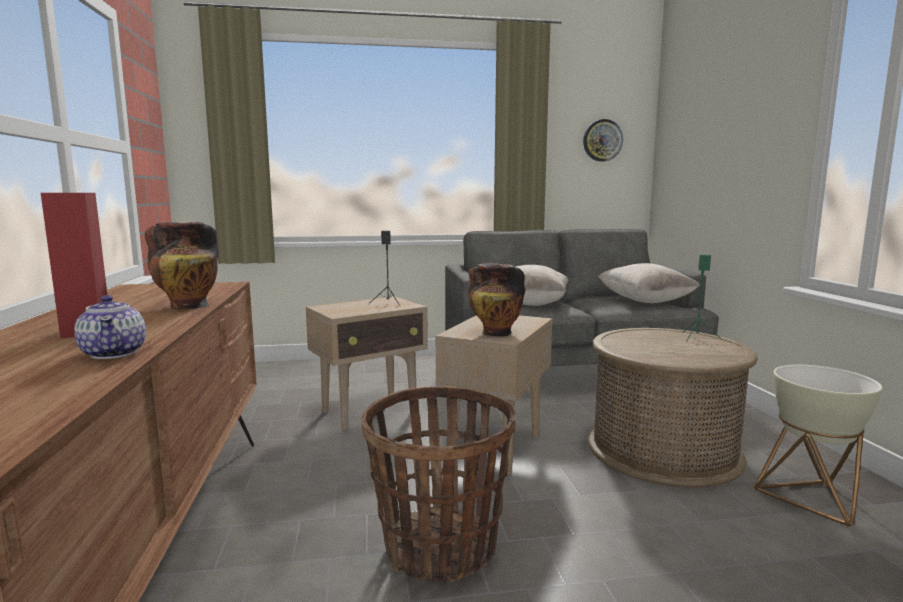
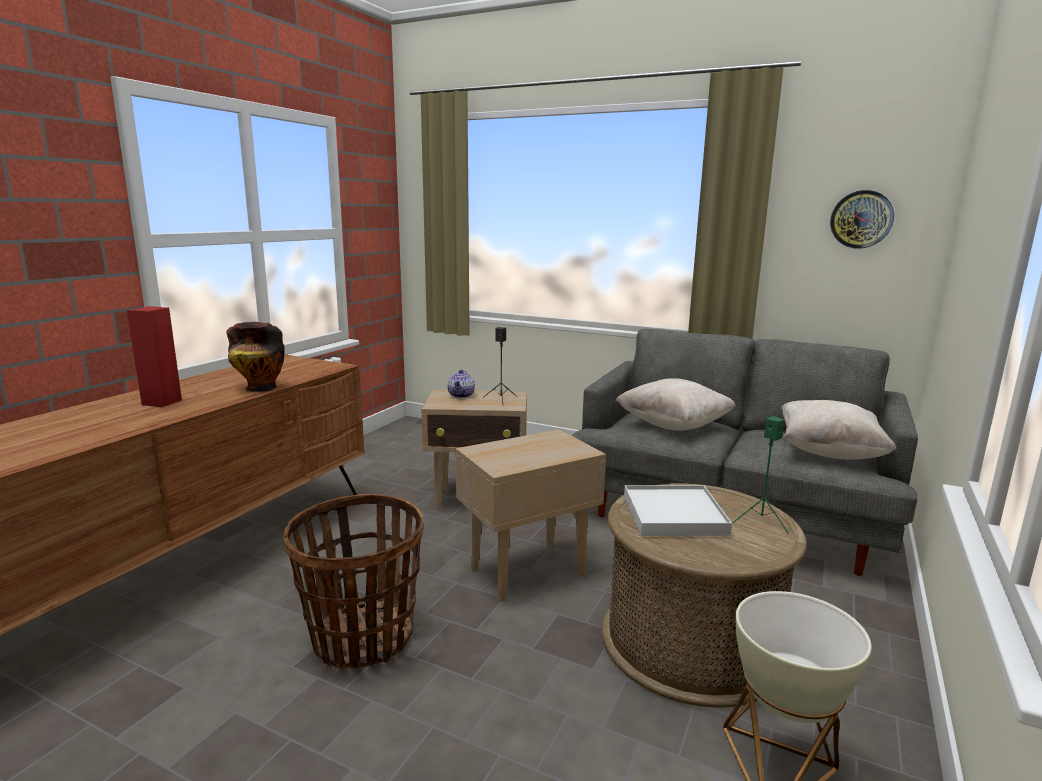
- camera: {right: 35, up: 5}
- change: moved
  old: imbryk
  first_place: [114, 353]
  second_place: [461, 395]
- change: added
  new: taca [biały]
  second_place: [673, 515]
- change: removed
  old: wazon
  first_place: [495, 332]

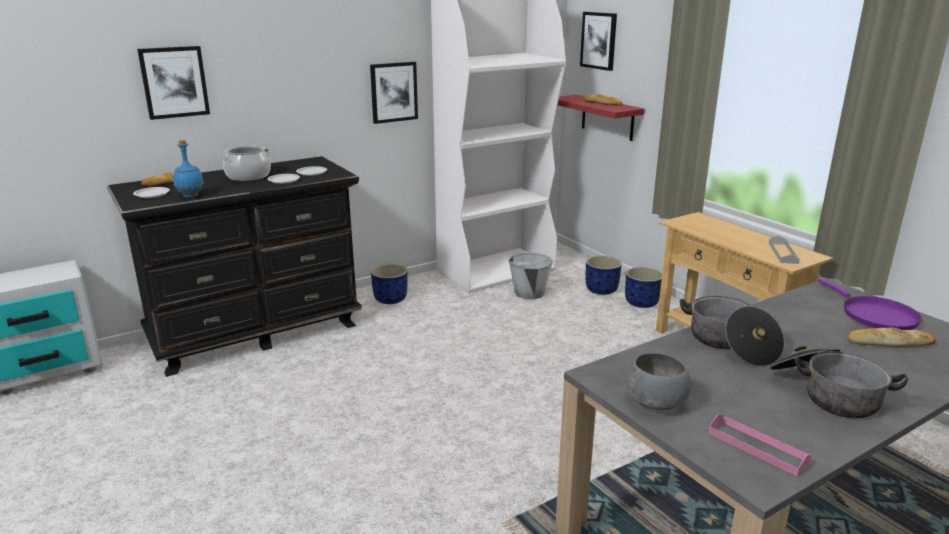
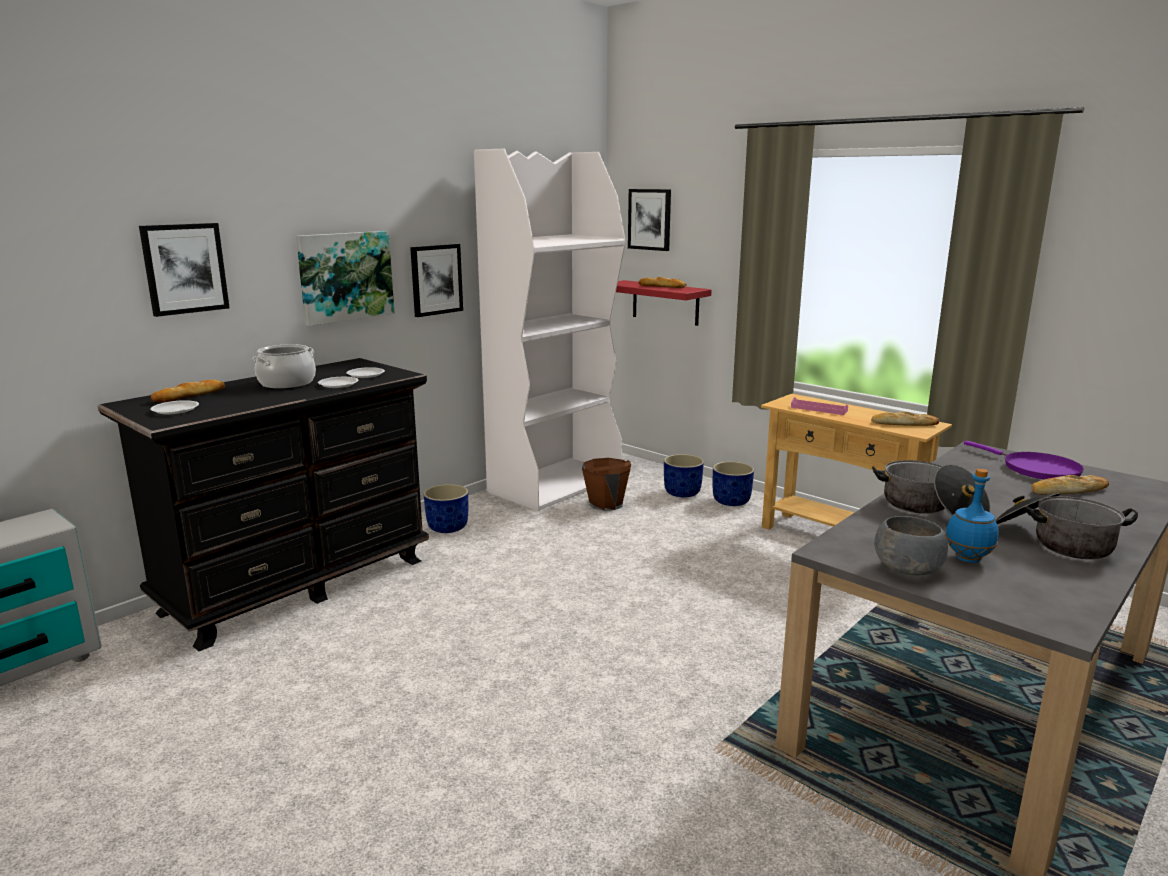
- camera: {right: -15, up: -5}
- change: added
  new: obraz
  second_place: [345, 276]
- change: recoloured
  old: wiadro [szary]
  new: wiadro [brązowy]
  first_place: [529, 293]
  second_place: [606, 504]
- change: moved
  old: taca [różowy]
  first_place: [757, 447]
  second_place: [819, 409]
- change: replaced
  old: taca [szary]
  new: chleb
  first_place: [783, 253]
  second_place: [904, 424]
- change: moved
  old: butelka [niebieski]
  first_place: [191, 196]
  second_place: [968, 559]

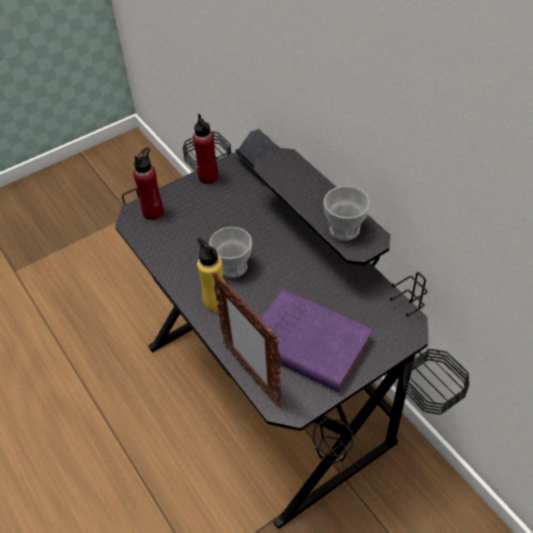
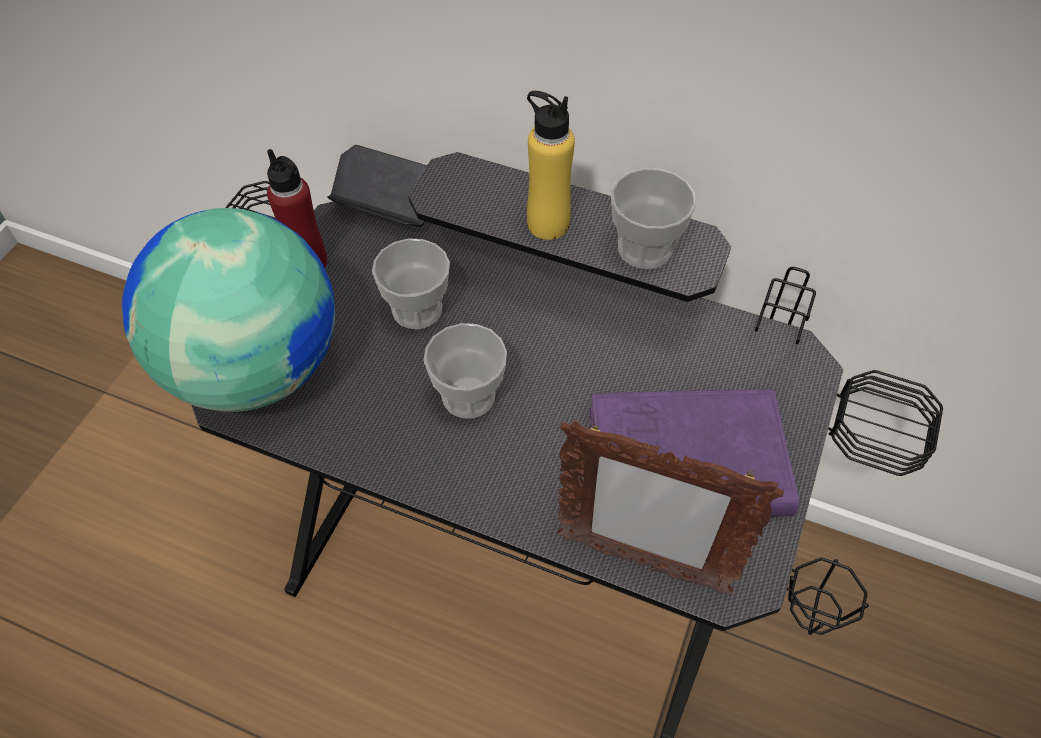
- camera: {right: -35, up: 5}
- change: replaced
  old: butelka [czerwony]
  new: globus
  first_place: [153, 212]
  second_place: [255, 367]
- change: added
  new: filiżanka
  second_place: [417, 309]
- change: moved
  old: butelka [żółty]
  first_place: [215, 302]
  second_place: [547, 224]

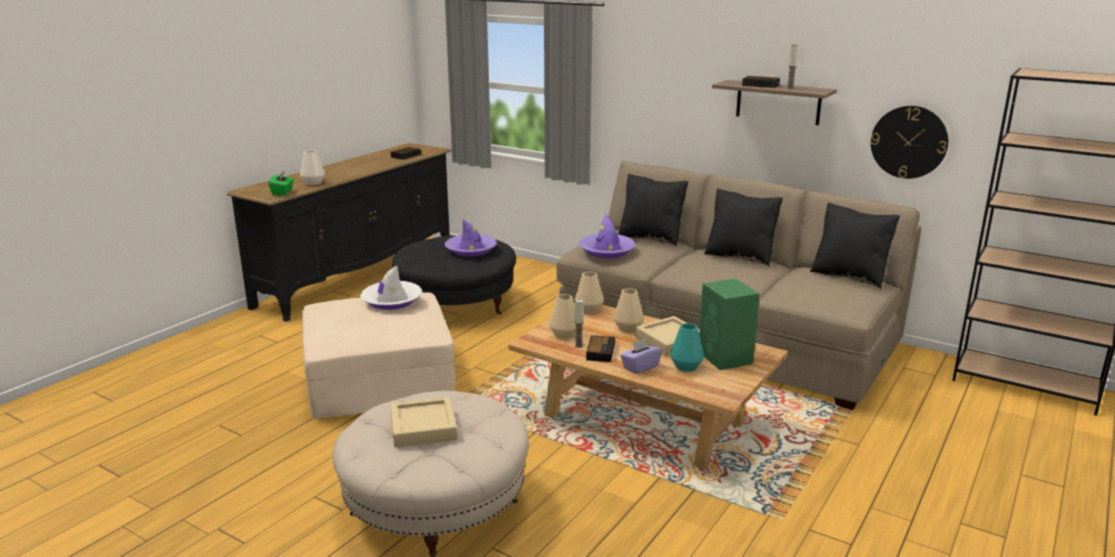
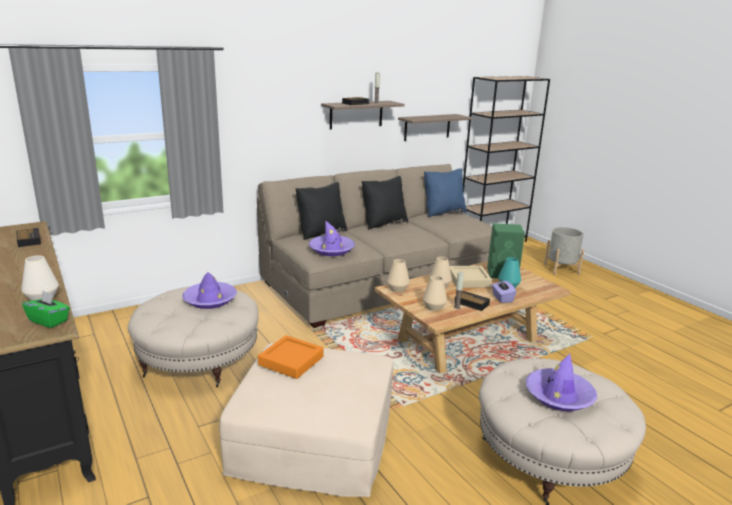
- camera: {right: -65, up: 0}
- change: recoloured
  old: pufa [czarny]
  new: pufa [beżowy]
  first_place: [456, 304]
  second_place: [198, 360]
- change: replaced
  old: kapelusz [biały]
  new: taca [pomarańczowy]
  first_place: [391, 301]
  second_place: [291, 361]
- change: replaced
  old: zegar ścienny
  new: półka
  first_place: [909, 142]
  second_place: [427, 127]
- change: recoloured
  old: poduszka [czarny]
  new: poduszka [niebieski]
  first_place: [849, 276]
  second_place: [443, 212]
- change: replaced
  old: taca [beżowy]
  new: kapelusz [fioletowy]
  first_place: [423, 427]
  second_place: [559, 396]
- change: added
  new: donica [szary]
  second_place: [561, 269]

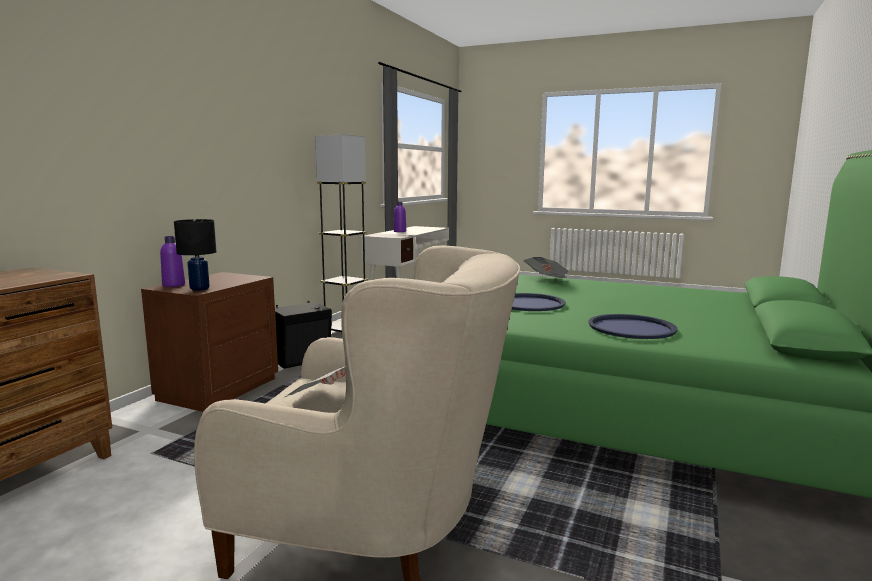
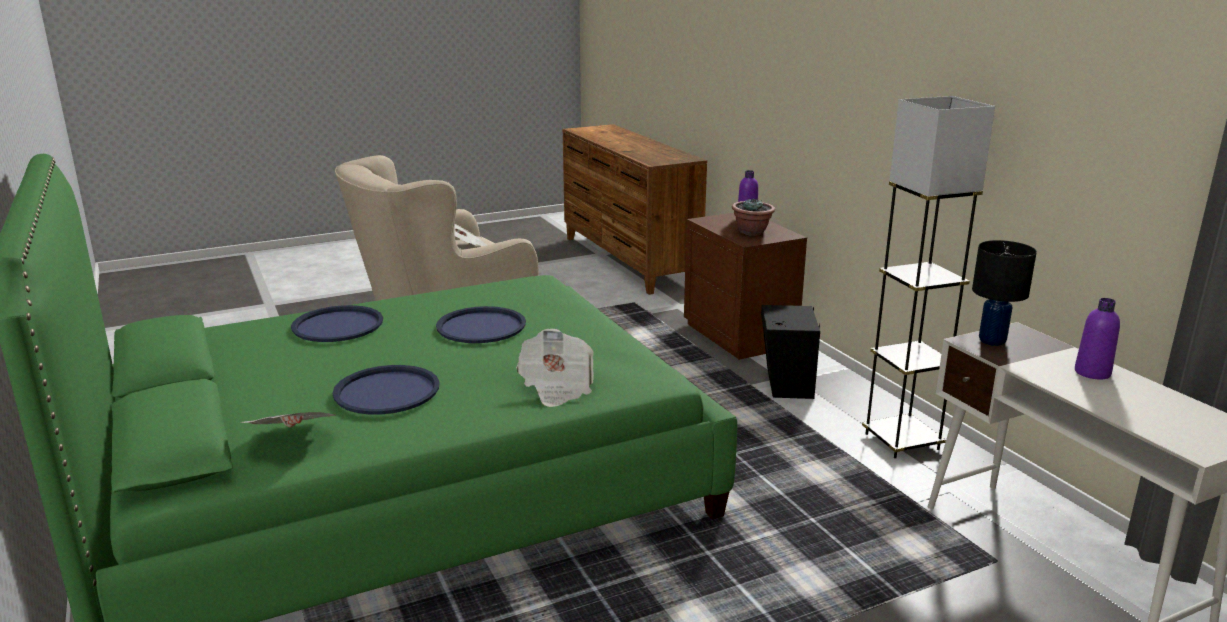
- camera: {right: 130, up: 10}
- change: added
  new: gazeta
  second_place: [294, 440]
- change: added
  new: taca [niebieski]
  second_place: [387, 391]
- change: added
  new: roślina doniczkowa
  second_place: [752, 232]
- change: moved
  old: lampa stołowa [czarny]
  first_place: [198, 289]
  second_place: [993, 341]

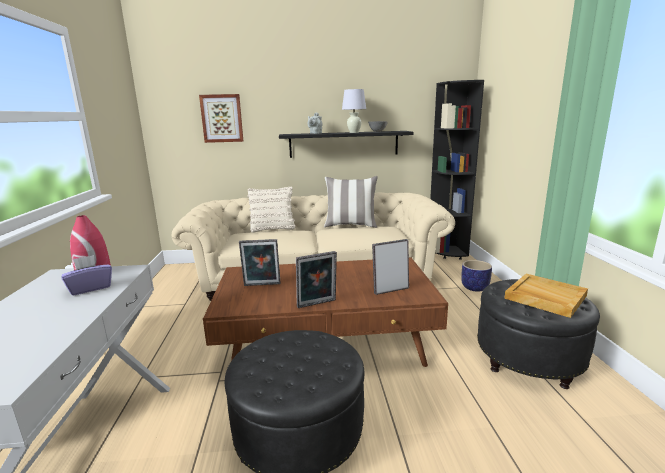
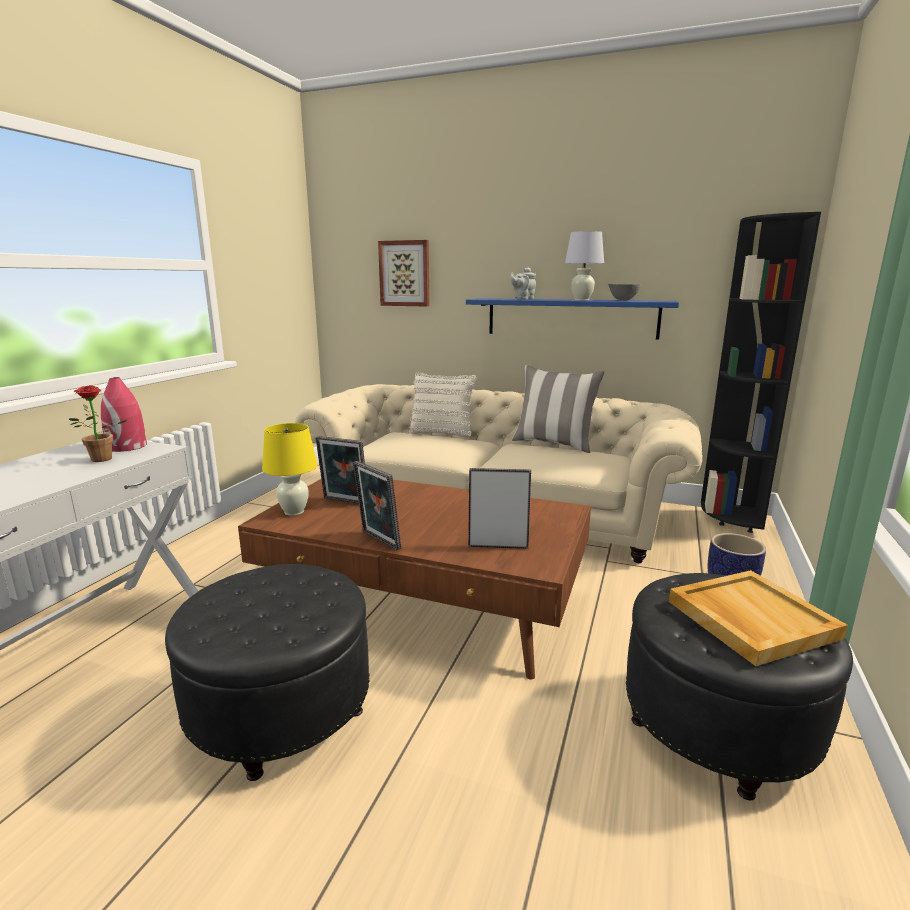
- camera: {right: 25, up: 0}
- change: replaced
  old: pudełko chusteczek [fioletowy]
  new: roślina doniczkowa
  first_place: [90, 288]
  second_place: [100, 460]
- change: added
  new: lampa stołowa [żółty]
  second_place: [294, 512]
- change: turned
  old: ramka na zdjęcie
  first_place: [317, 304]
  second_place: [378, 541]
  degrees: 45
- change: recoloured
  old: półka [czarny]
  new: półka [niebieski]
  first_place: [344, 144]
  second_place: [571, 318]

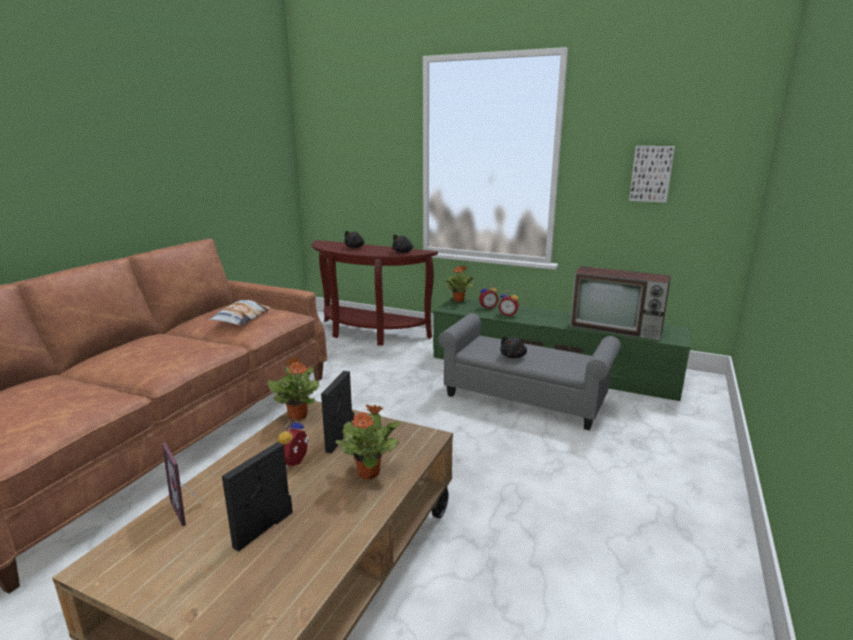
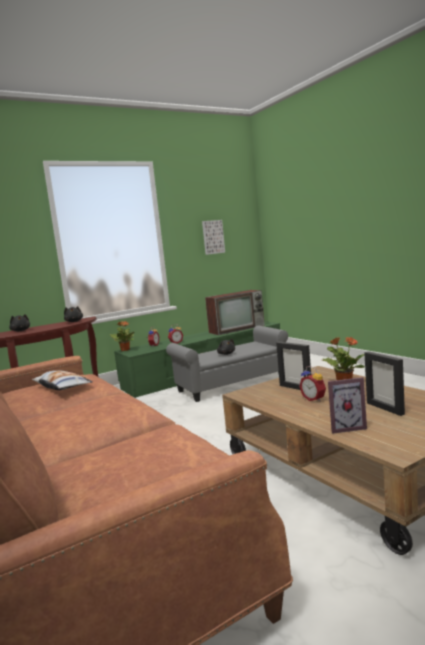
- camera: {right: -55, up: -10}
- change: removed
  old: roślina doniczkowa
  first_place: [298, 415]

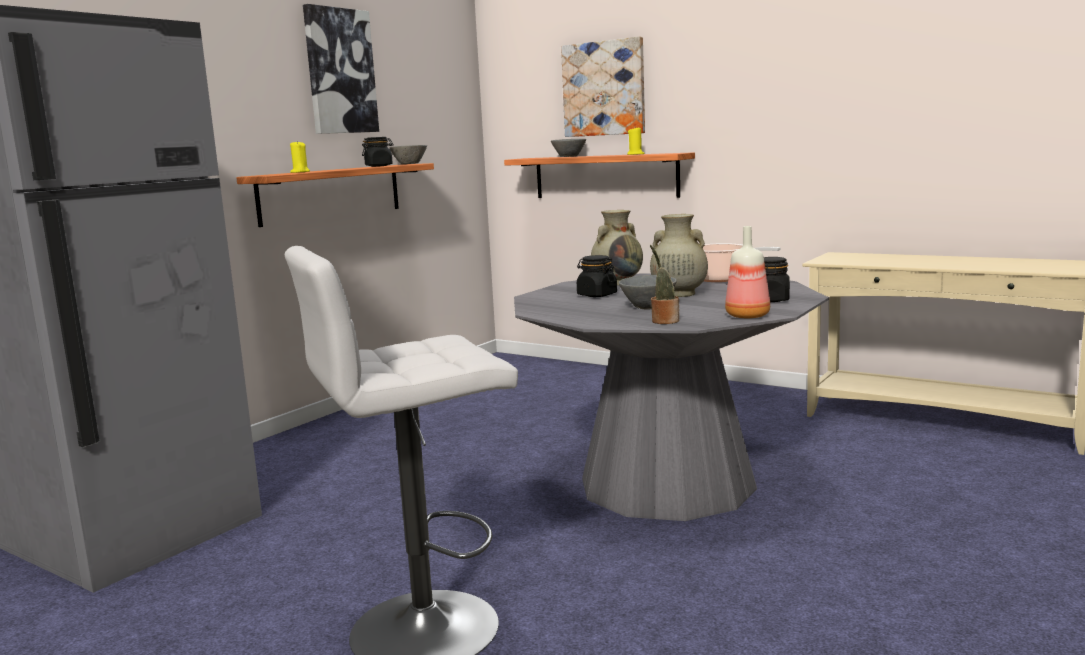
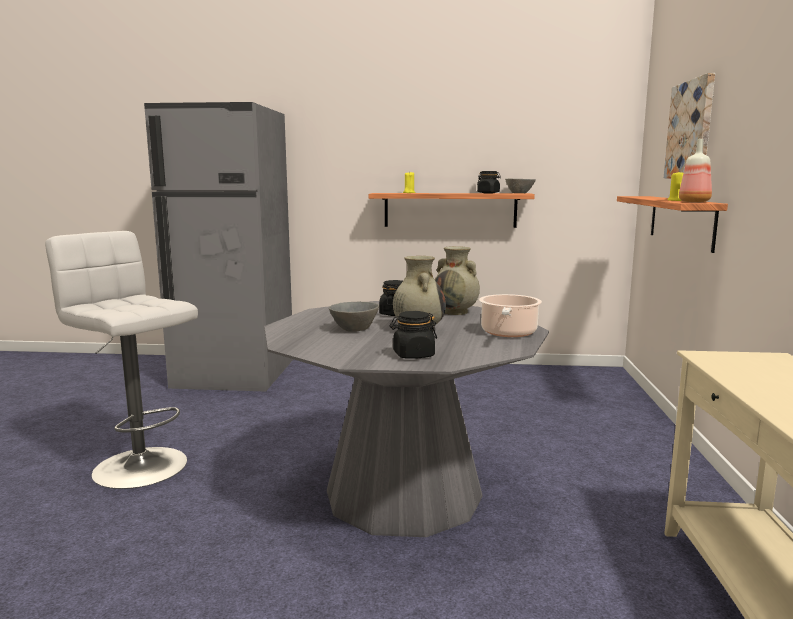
- camera: {right: 60, up: 0}
- change: moved
  old: butelka
  first_place: [748, 315]
  second_place: [695, 202]
- change: removed
  old: obraz
  first_place: [340, 71]
- change: removed
  old: miska [szary]
  first_place: [568, 156]
- change: removed
  old: roślina doniczkowa
  first_place: [664, 321]

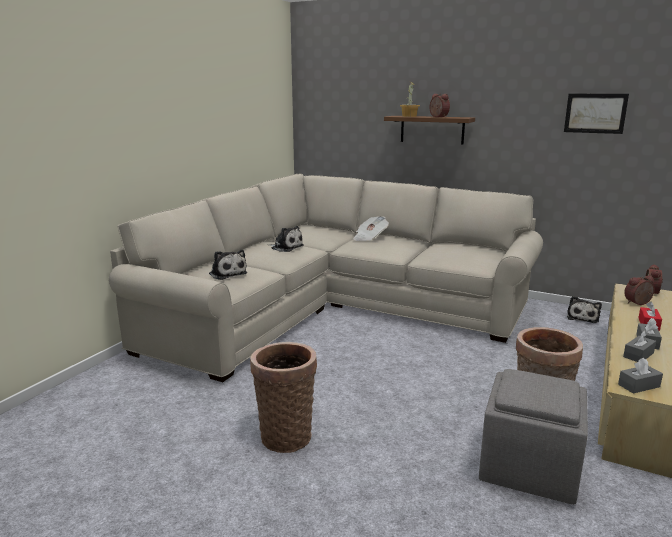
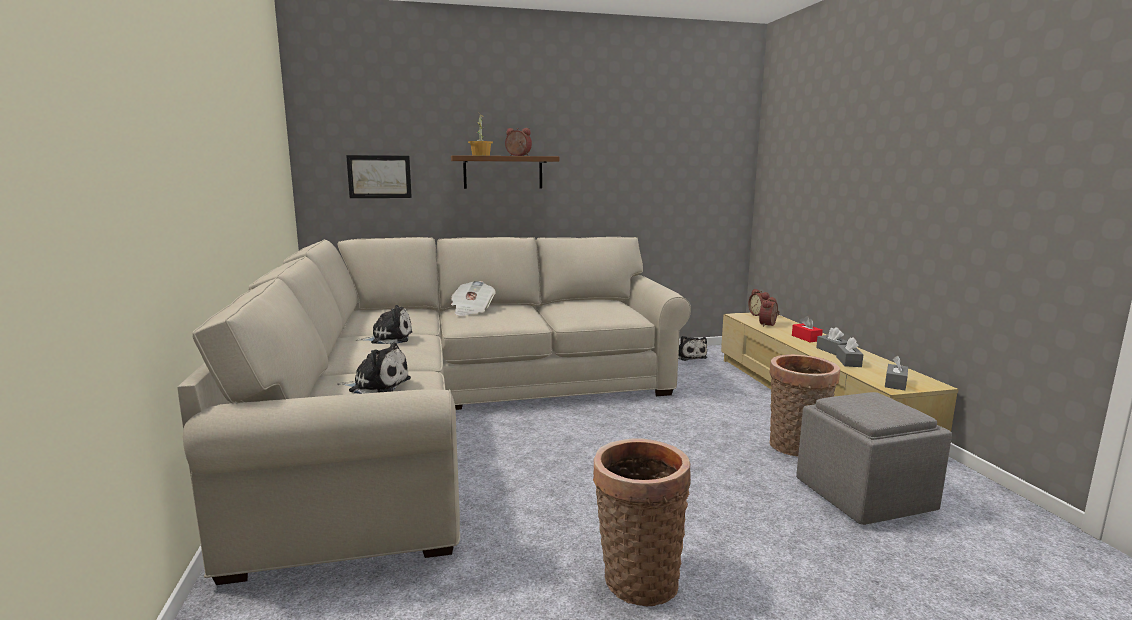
- camera: {right: -40, up: -5}
- change: moved
  old: obraz
  first_place: [595, 113]
  second_place: [379, 176]

